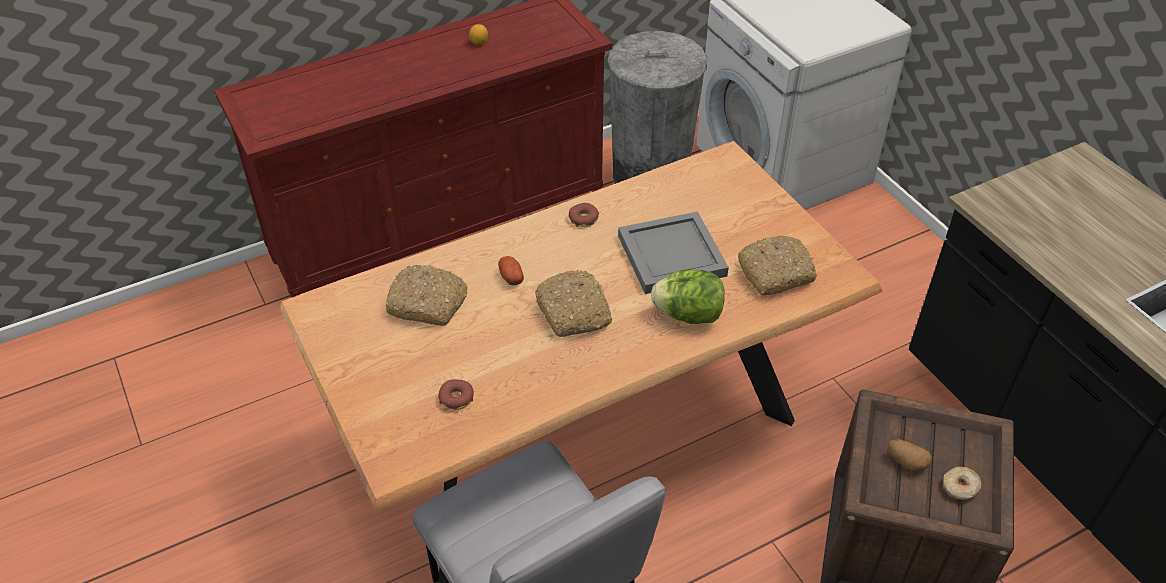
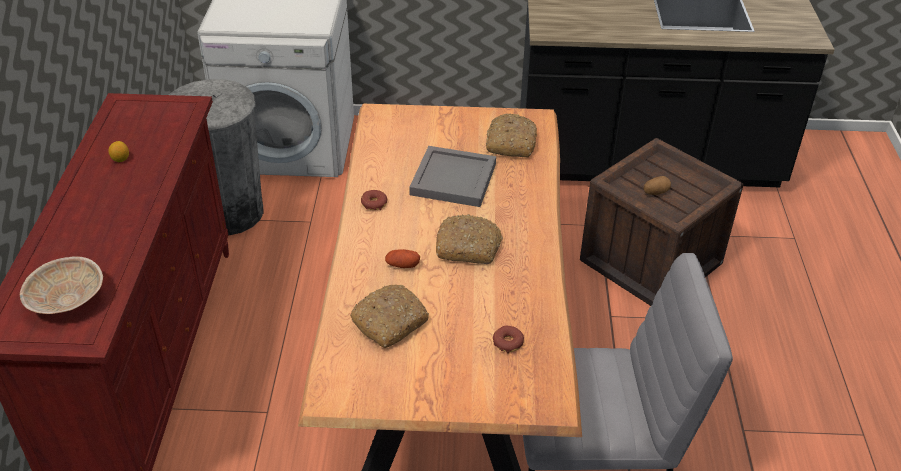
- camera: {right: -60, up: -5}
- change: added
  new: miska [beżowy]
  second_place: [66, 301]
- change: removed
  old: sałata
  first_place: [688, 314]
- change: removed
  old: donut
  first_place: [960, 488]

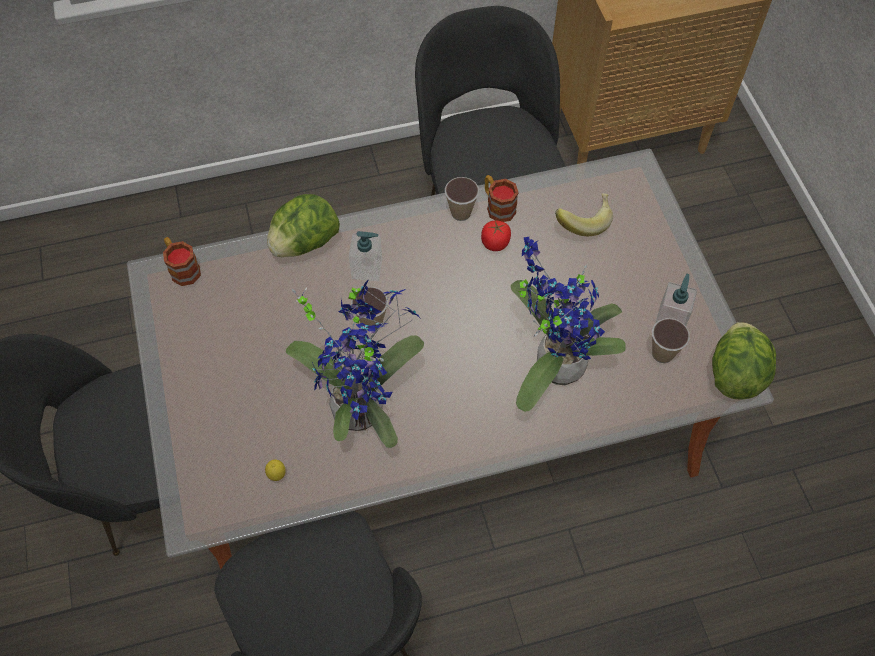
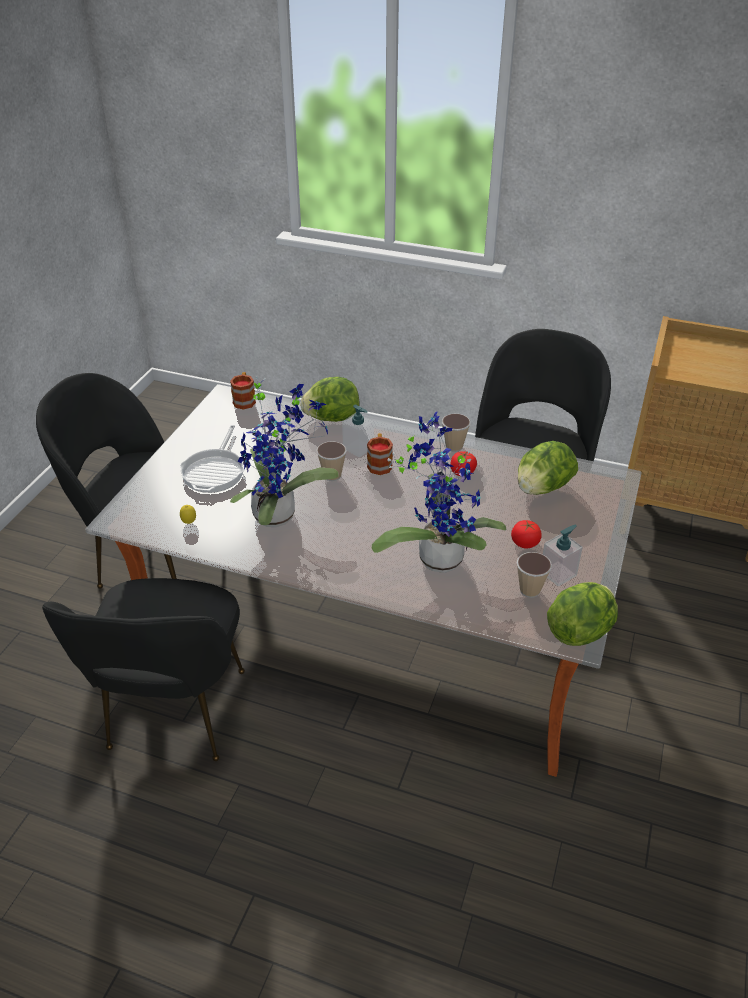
- camera: {right: 35, up: -20}
- change: added
  new: patelnia
  second_place: [215, 471]
- change: moved
  old: kubek
  first_place: [497, 206]
  second_place: [379, 463]
- change: added
  new: pomidor
  second_place: [525, 543]
- change: replaced
  old: banan
  new: sałata
  first_place: [583, 221]
  second_place: [542, 488]

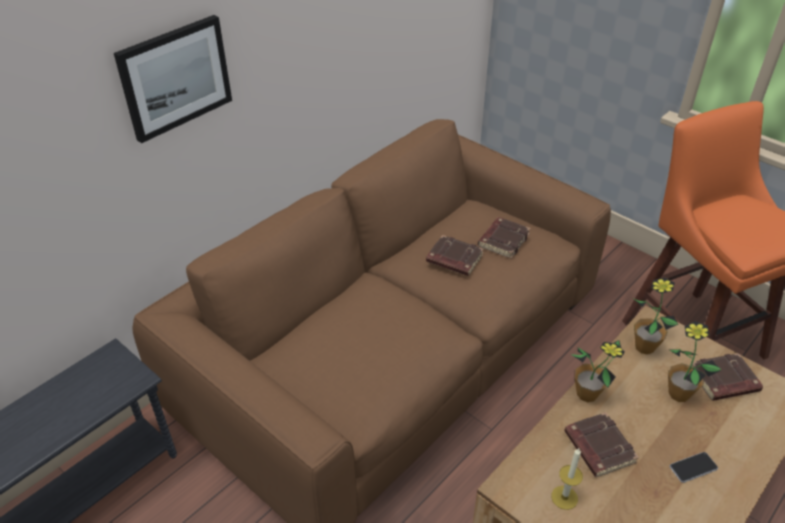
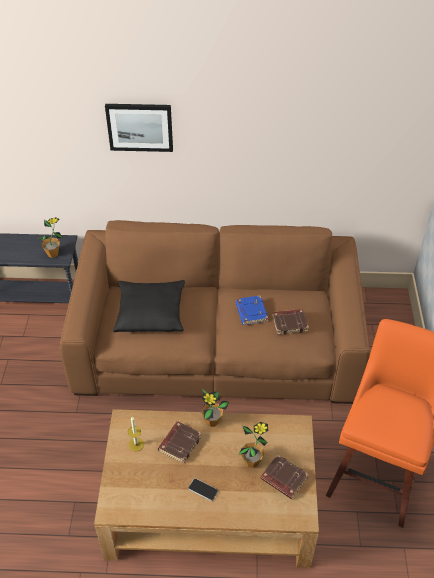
- camera: {right: 50, up: 5}
- change: moved
  old: roślina doniczkowa
  first_place: [644, 347]
  second_place: [53, 254]
- change: added
  new: poduszka [czarny]
  second_place: [150, 312]
- change: recoloured
  old: książka [brązowy]
  new: książka [niebieski]
  first_place: [453, 259]
  second_place: [250, 312]

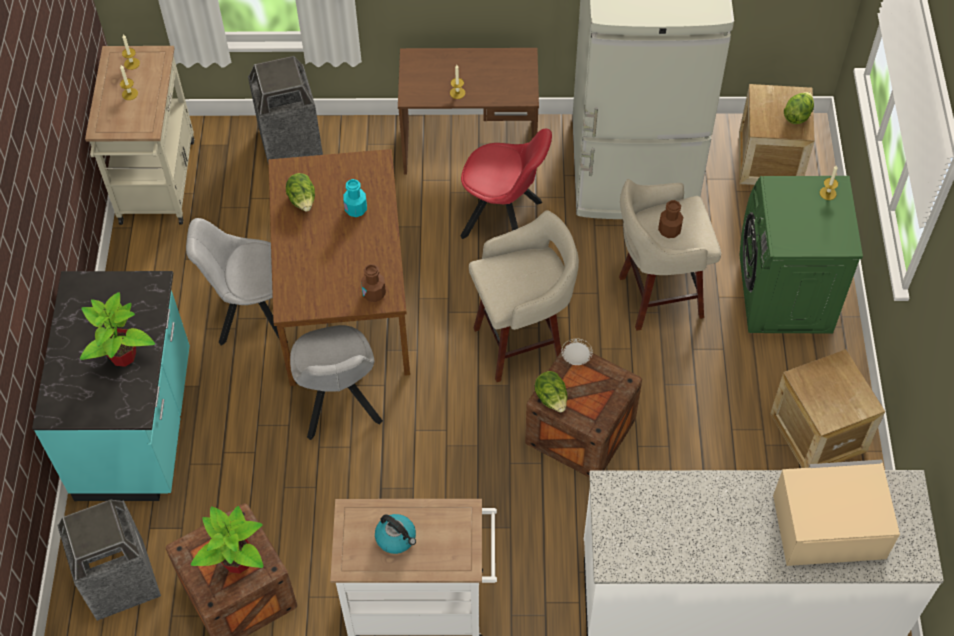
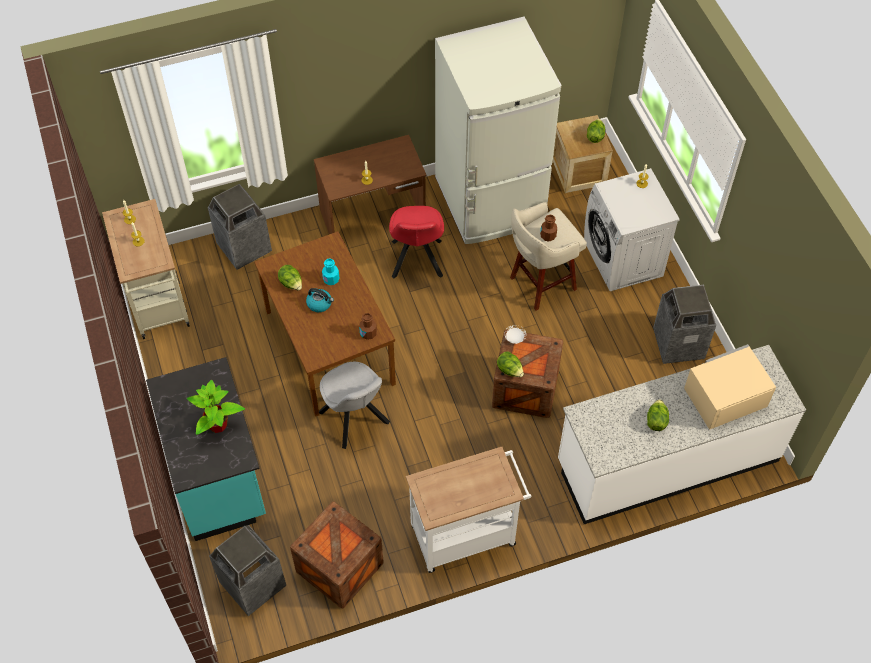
- camera: {right: -20, up: 0}
- change: moved
  old: czajnik
  first_place: [396, 538]
  second_place: [320, 304]
- change: turned
  old: krzesło [czerwony]
  first_place: [504, 220]
  second_place: [417, 260]
  degrees: 90
- change: recoloured
  old: pralka [zielony]
  new: pralka [biały]
  first_place: [784, 295]
  second_place: [622, 260]
- change: added
  new: sałata
  second_place: [656, 421]
- change: replaced
  old: skrzynka
  new: kosz na śmieci
  first_place: [818, 432]
  second_place: [678, 344]
- change: removed
  old: krzesło [szary]
  first_place: [252, 314]
- change: removed
  old: roślina doniczkowa
  first_place: [237, 561]
- change: removed
  old: stołek [beżowy]
  first_place: [522, 344]

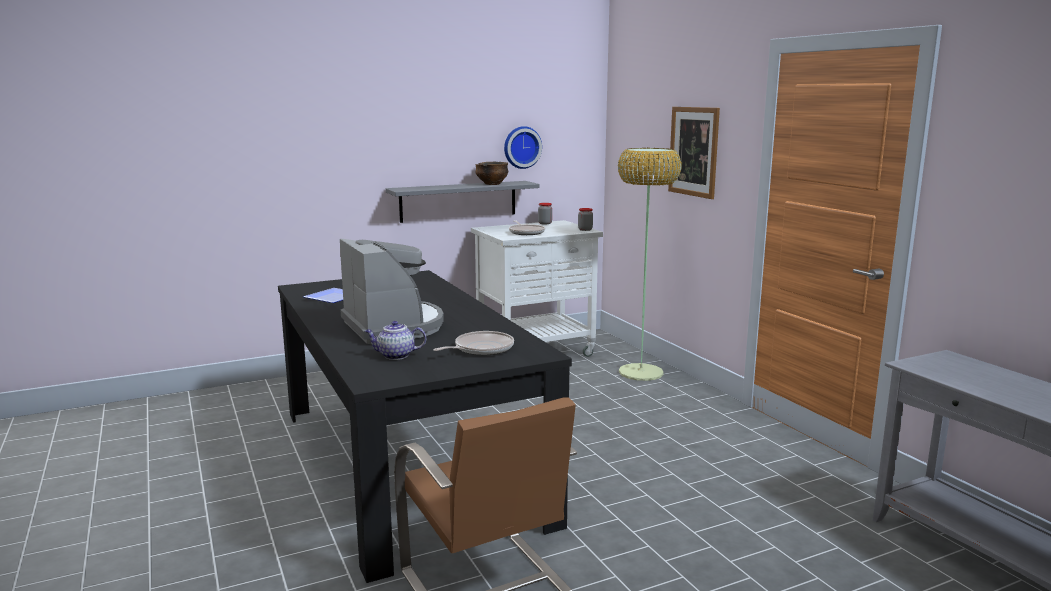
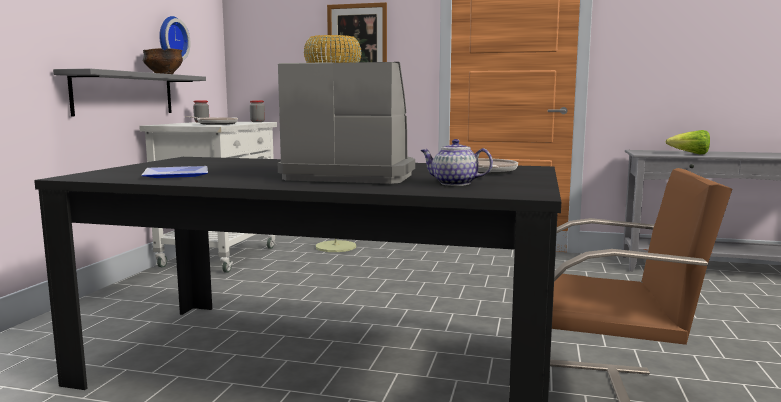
- camera: {right: -50, up: -5}
- change: turned
  old: imbryk
  first_place: [395, 356]
  second_place: [453, 183]
  degrees: 75
- change: added
  new: sałata
  second_place: [690, 154]

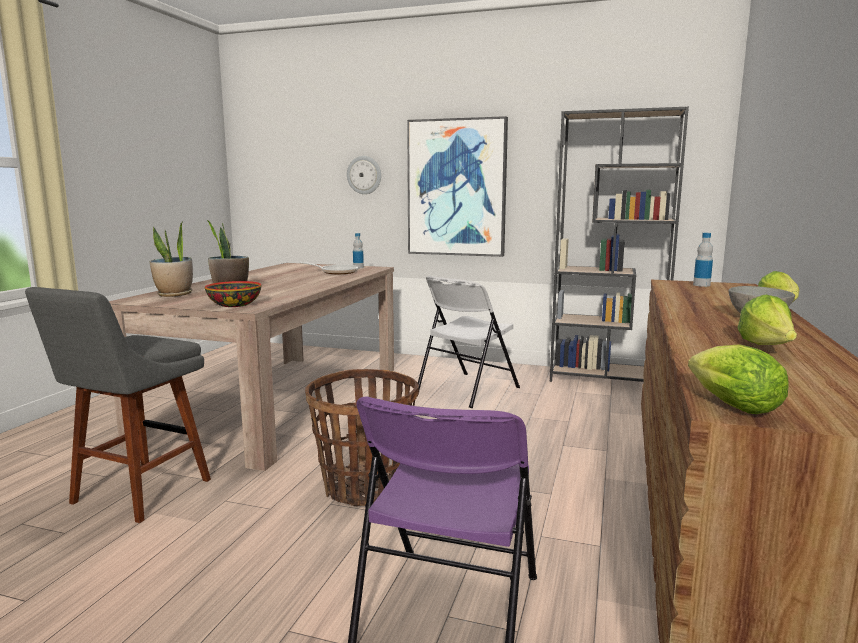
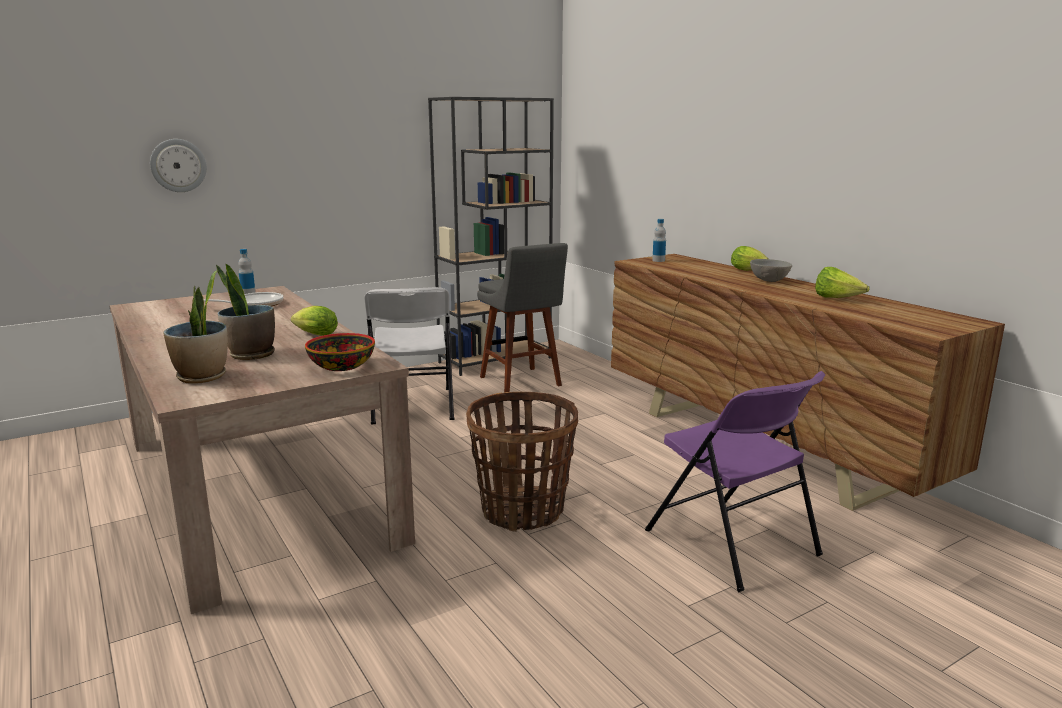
- camera: {right: -50, up: 5}
- change: moved
  old: sałata
  first_place: [728, 405]
  second_place: [314, 335]
- change: moved
  old: stołek [szary]
  first_place: [136, 494]
  second_place: [522, 382]
- change: removed
  old: obraz
  first_place: [457, 188]

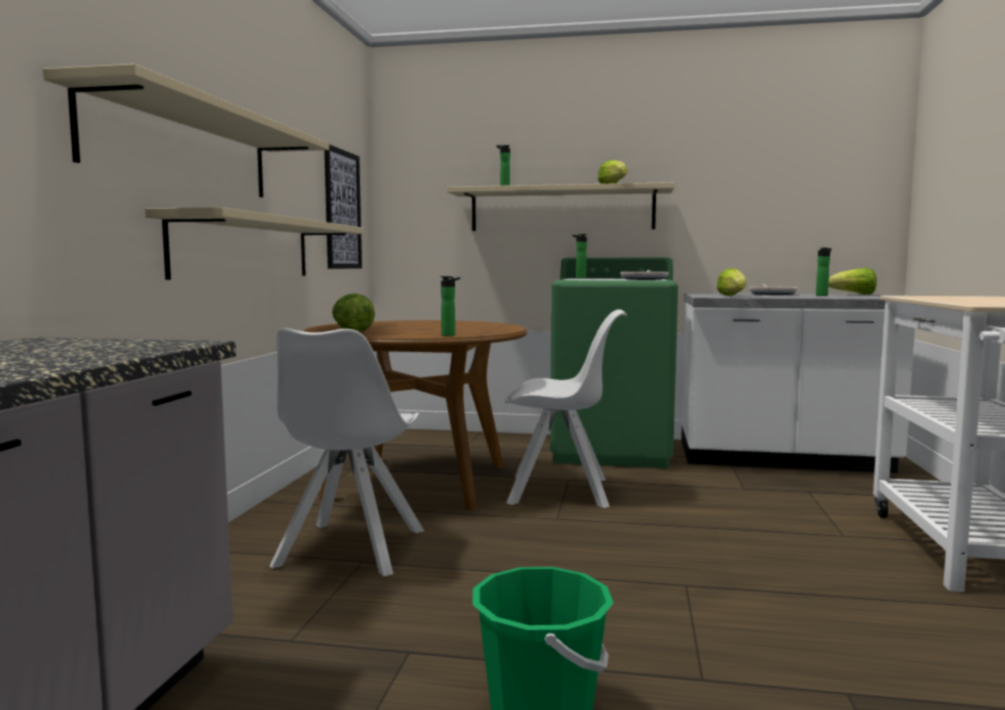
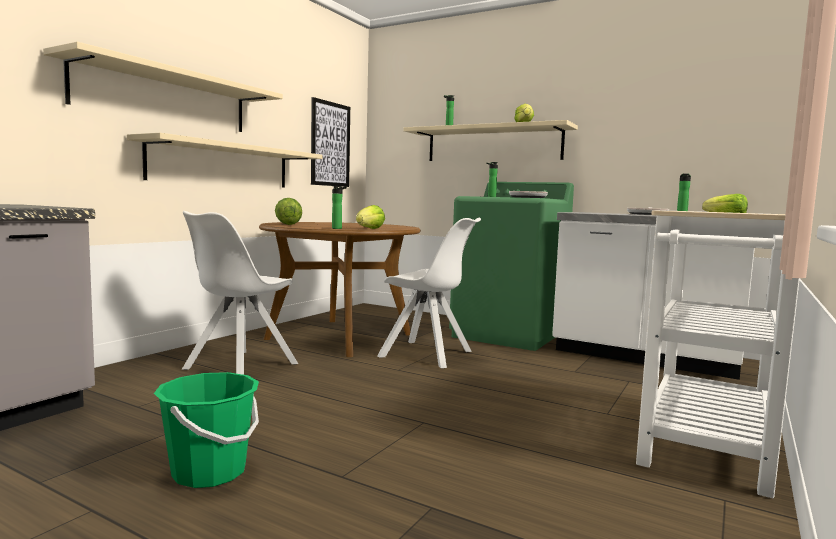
- camera: {right: 20, up: 0}
- change: moved
  old: sałata
  first_place: [733, 296]
  second_place: [369, 229]

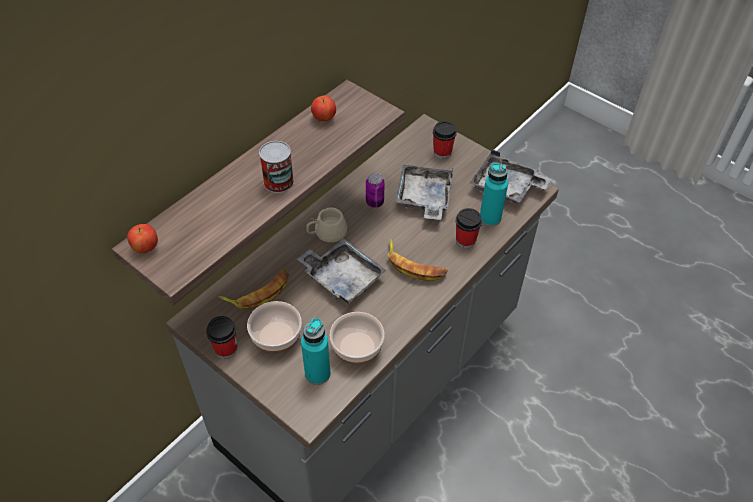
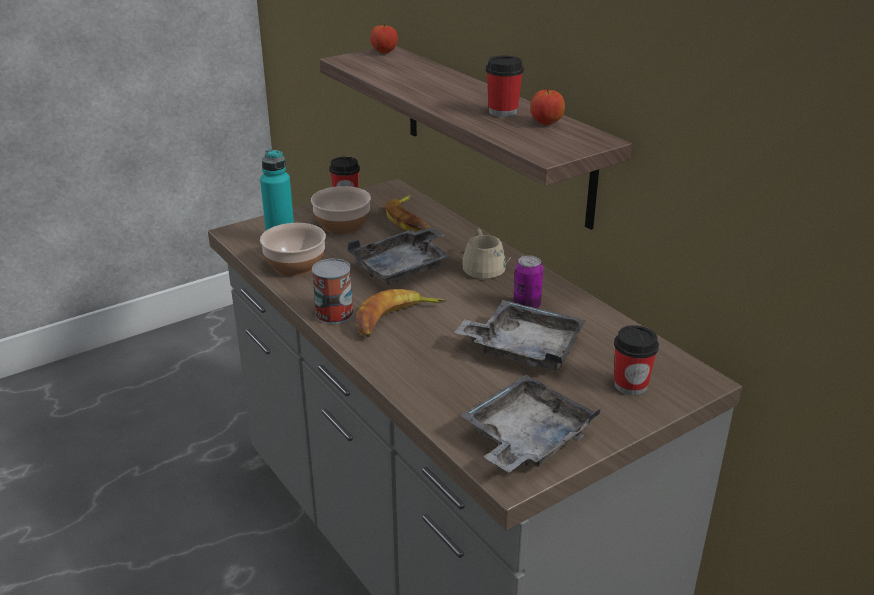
- camera: {right: 105, up: -20}
- change: moved
  old: puszka
  first_place: [278, 182]
  second_place: [334, 313]
- change: moved
  old: filiżanka
  first_place: [465, 240]
  second_place: [503, 112]
- change: removed
  old: butelka [turkusowy]
  first_place: [490, 218]

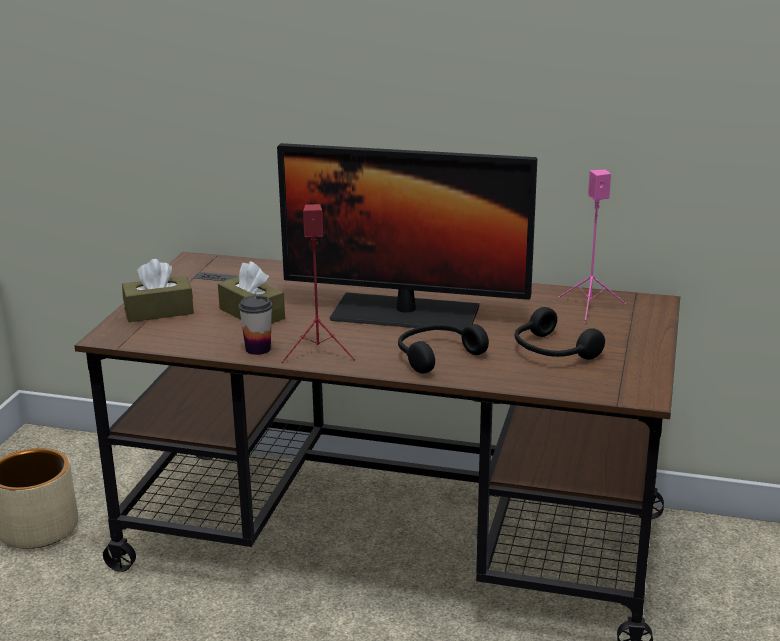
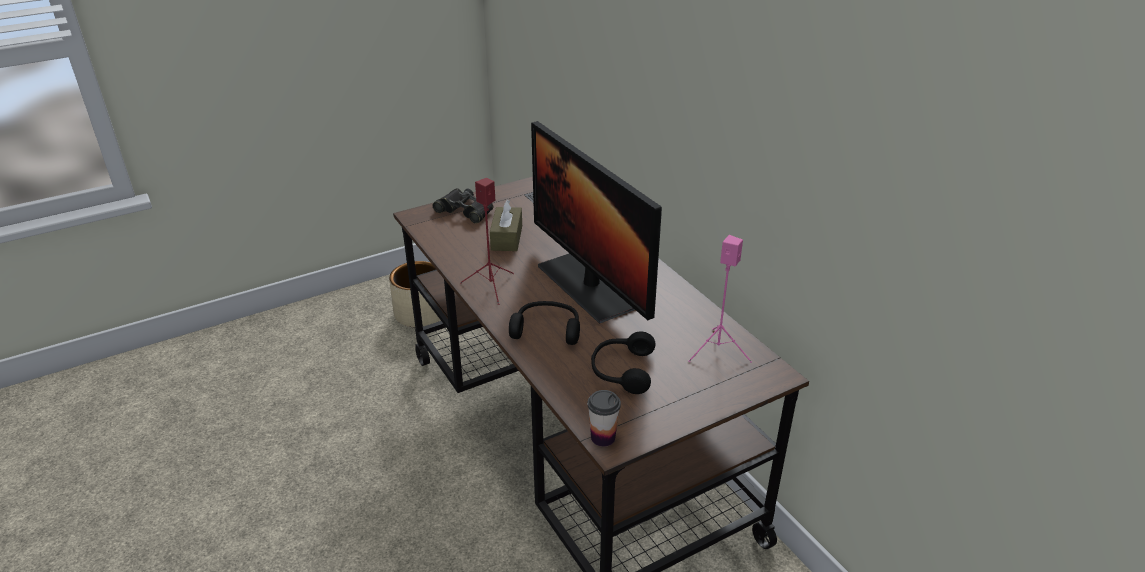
- camera: {right: 45, up: 10}
- change: replaced
  old: pudełko chusteczek [brązowy]
  new: lornetka [czarny]
  first_place: [159, 311]
  second_place: [466, 210]
- change: moved
  old: filiżanka
  first_place: [258, 349]
  second_place: [603, 437]

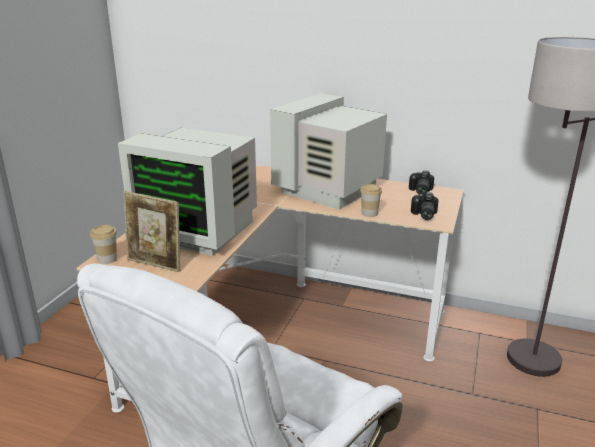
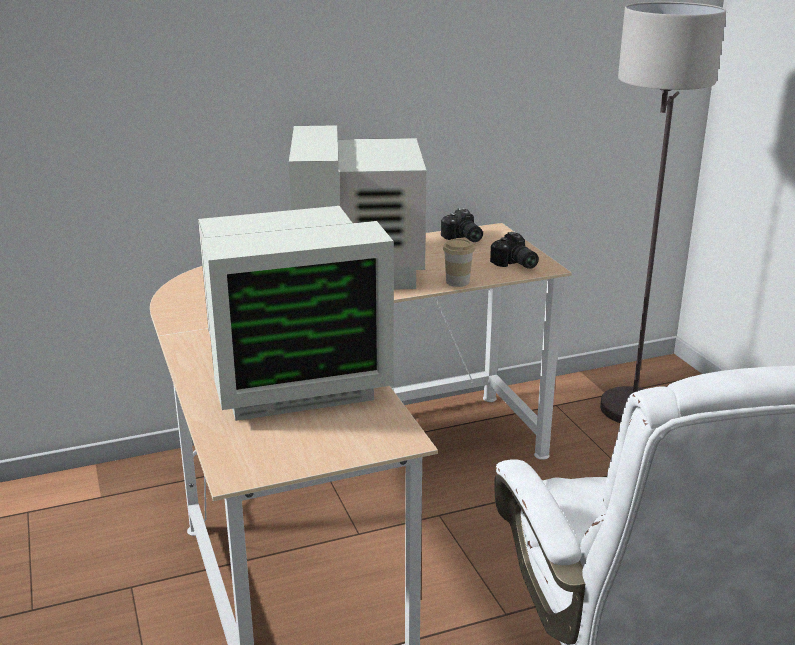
- camera: {right: -40, up: 0}
- change: removed
  old: filiżanka
  first_place: [107, 259]
- change: removed
  old: ramka na zdjęcie
  first_place: [155, 264]

